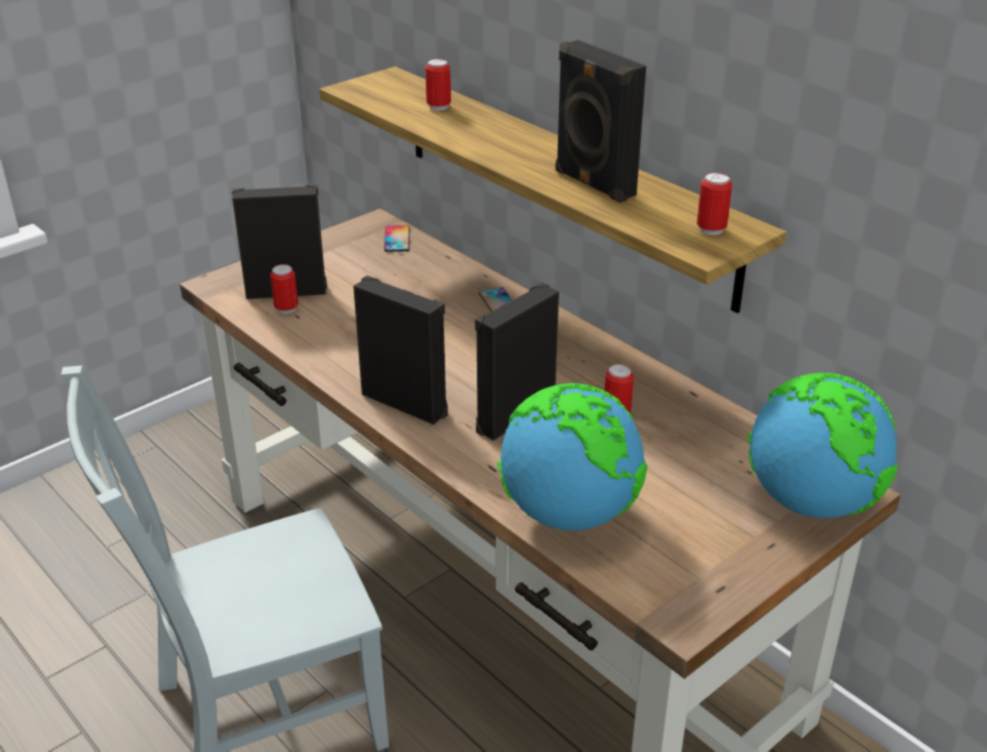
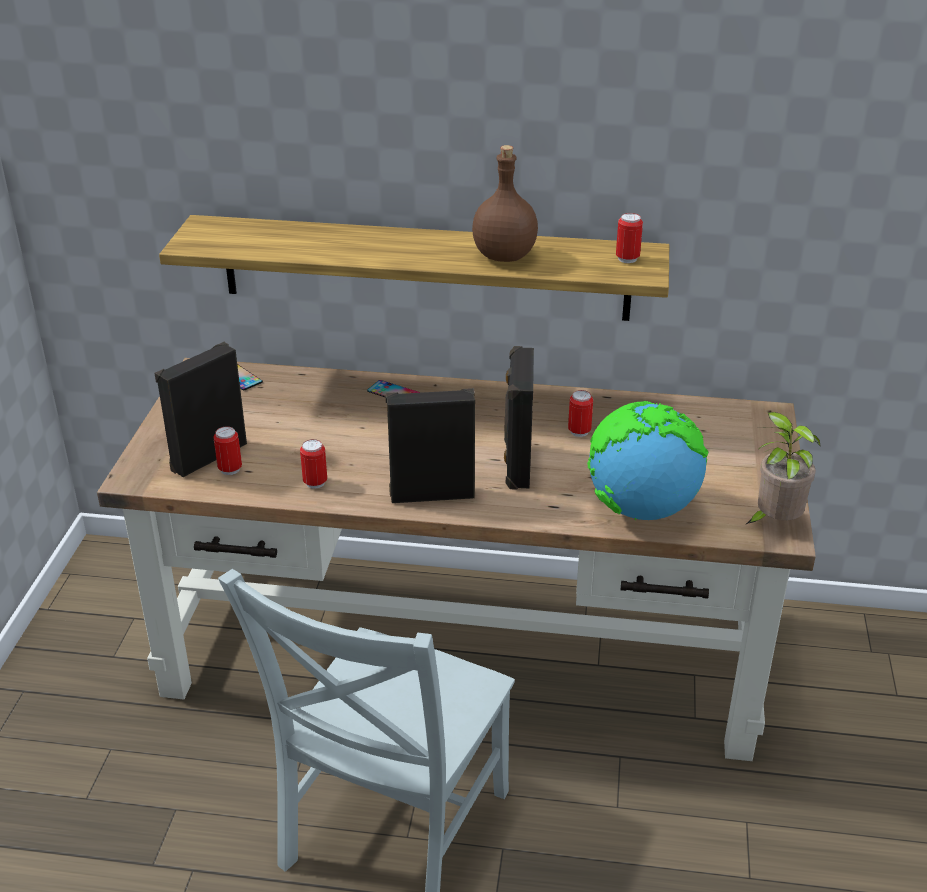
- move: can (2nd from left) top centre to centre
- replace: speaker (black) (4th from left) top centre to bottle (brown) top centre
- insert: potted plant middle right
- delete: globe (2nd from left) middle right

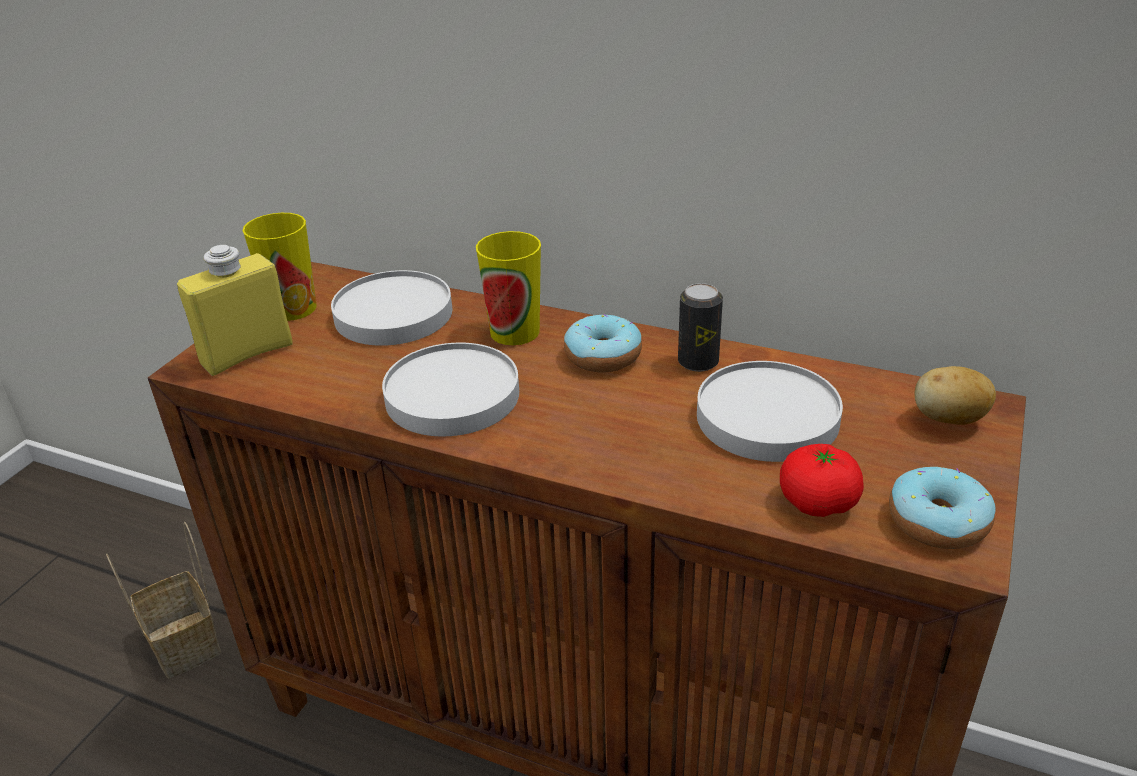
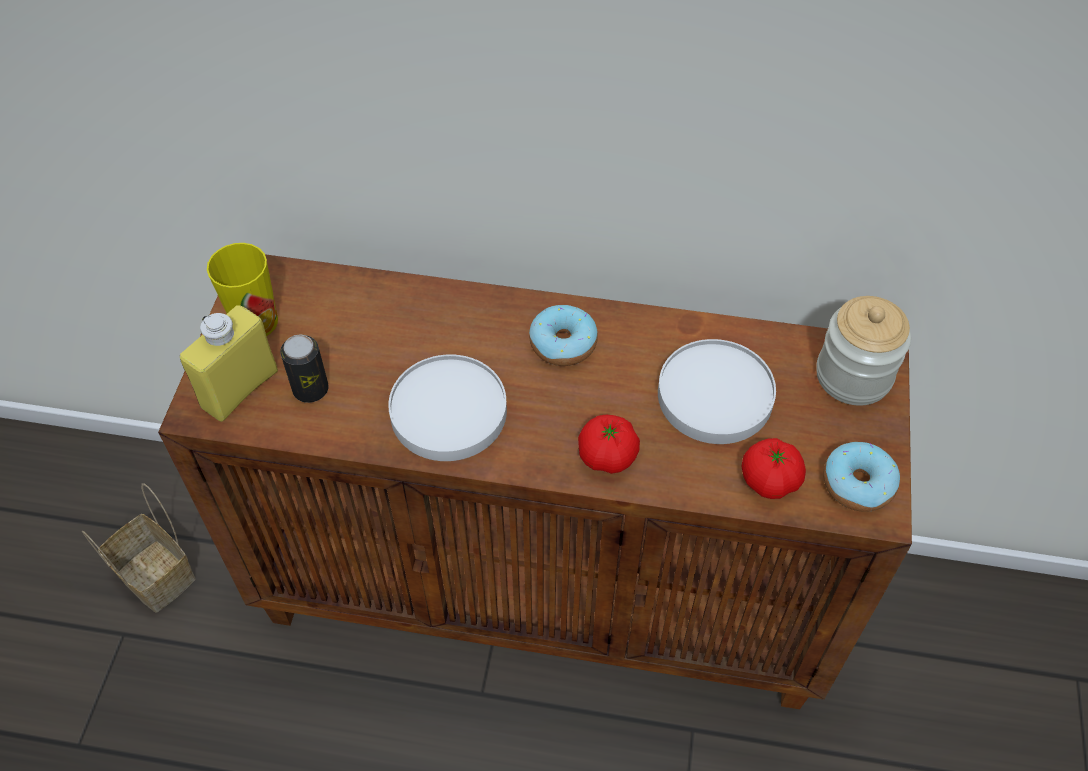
- move: can centre to middle left
- insert: tomato (1st from left) centre
- replace: potato middle right to jar middle right
- delete: plate (white) (1st from left) centre
- delete: cup (2nd from left) centre

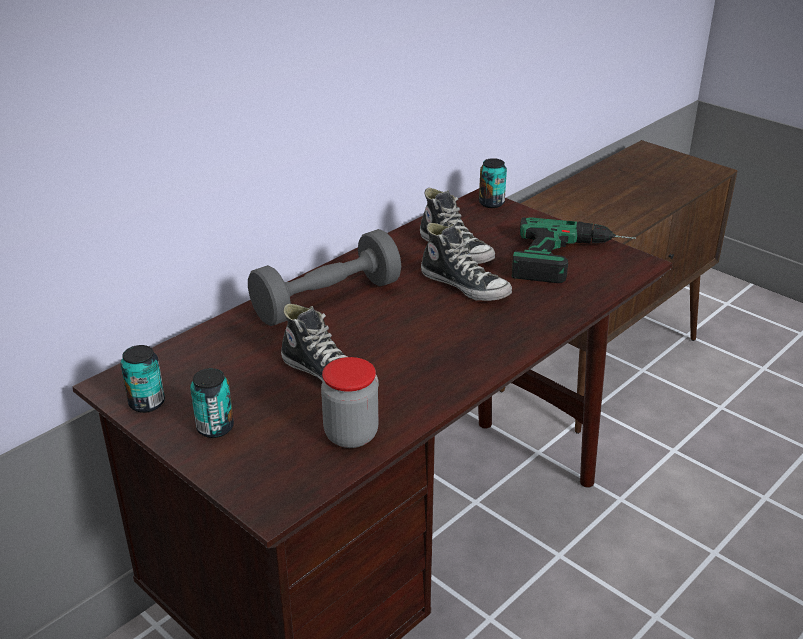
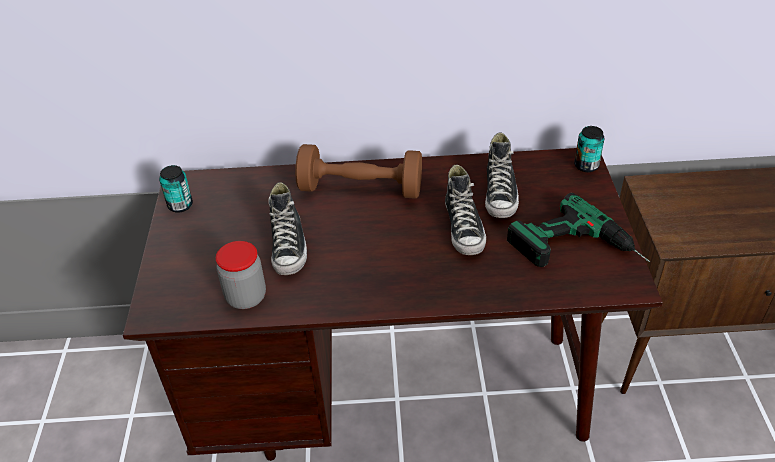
- recolor: dumbbell (grey) centre to dumbbell (brown) centre
- delete: can (2nd from left) middle left

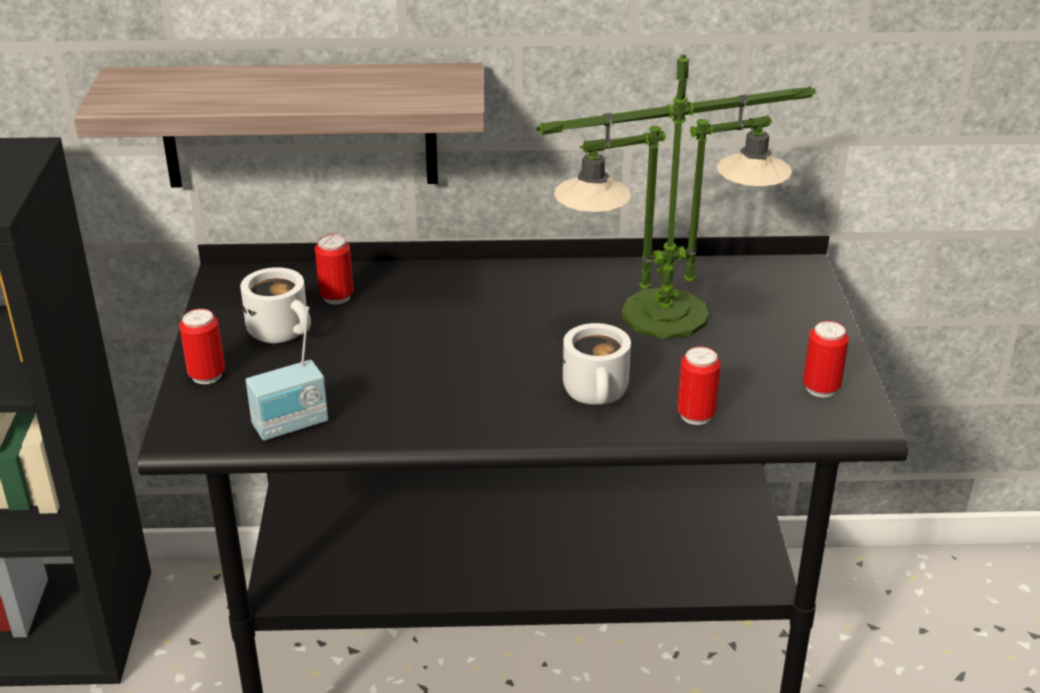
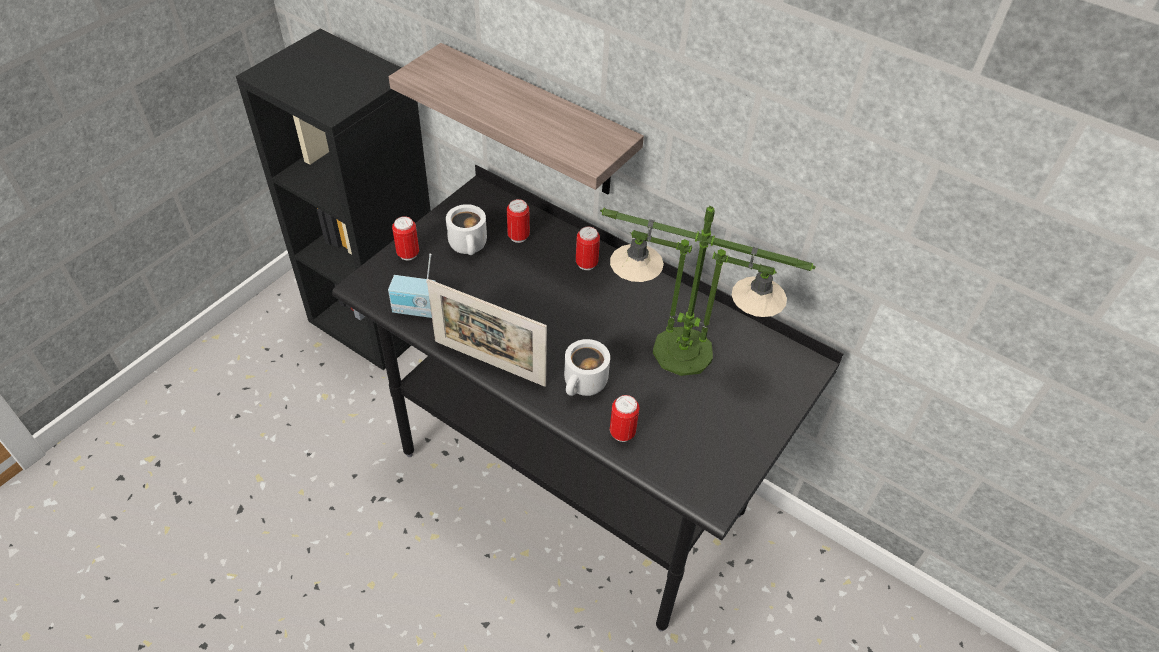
- insert: picture frame centre
- move: can (4th from left in the first image) middle right to can (3rd from left) centre

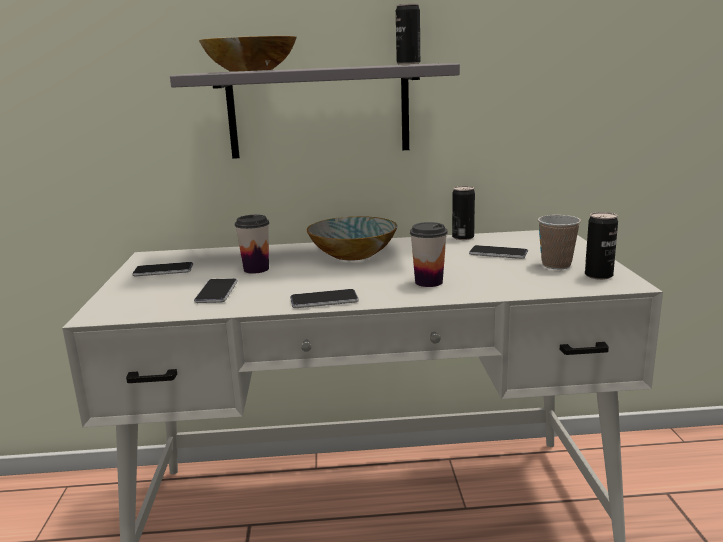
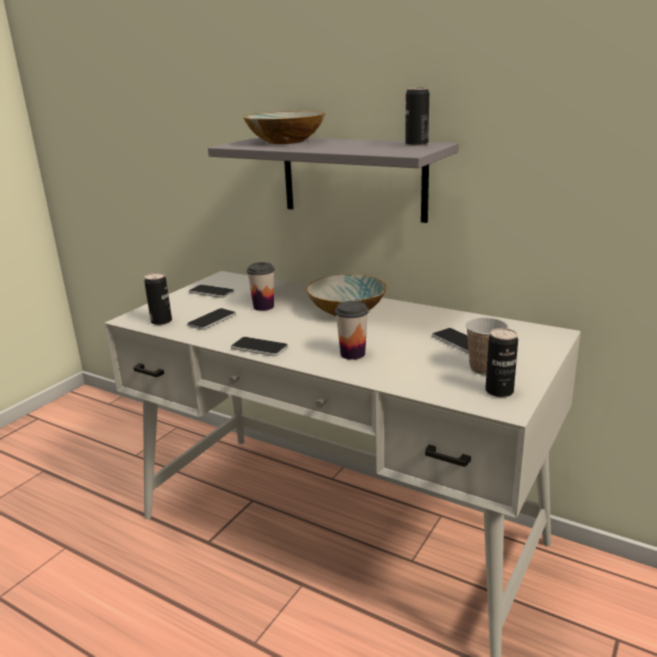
- move: can (2nd from left in the first image) centre to can (1st from left) middle left

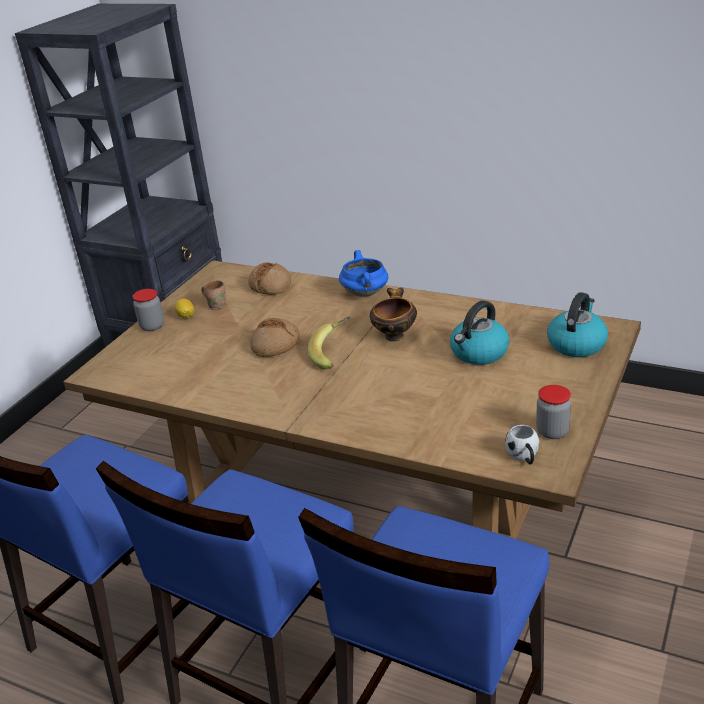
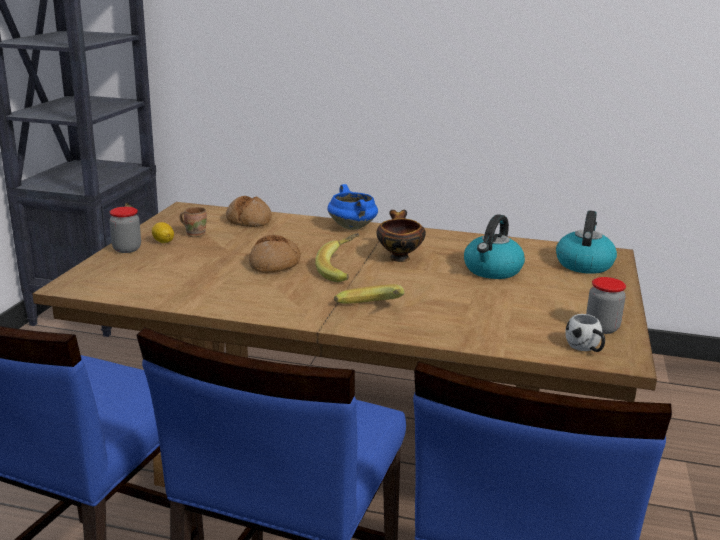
- insert: banana (2nd from left) centre

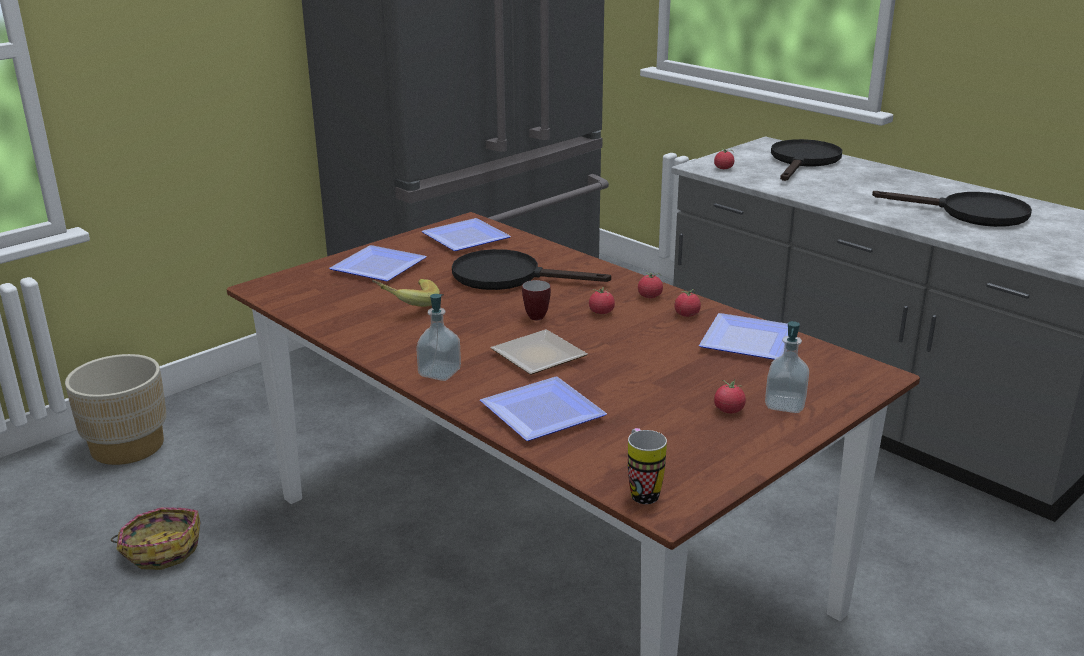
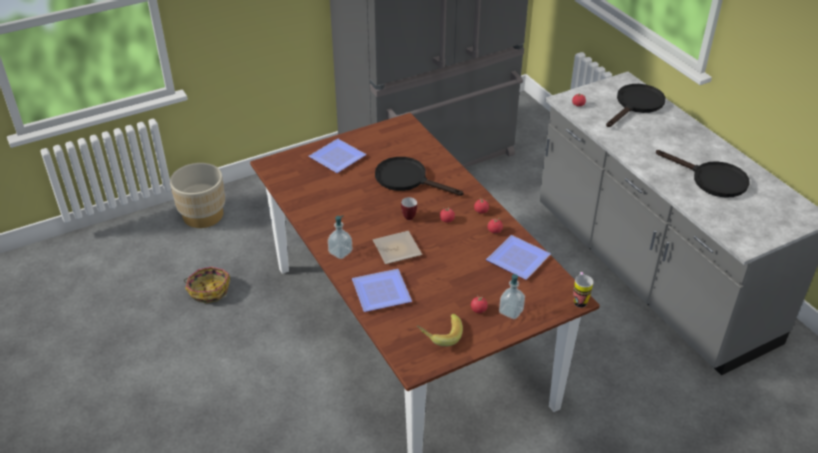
- move: banana centre to bottom centre
- move: mug (2nd from left) bottom centre to middle right
- delete: plate (2nd from left) centre

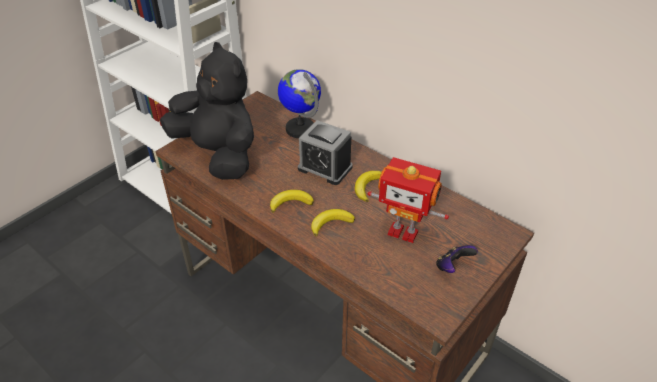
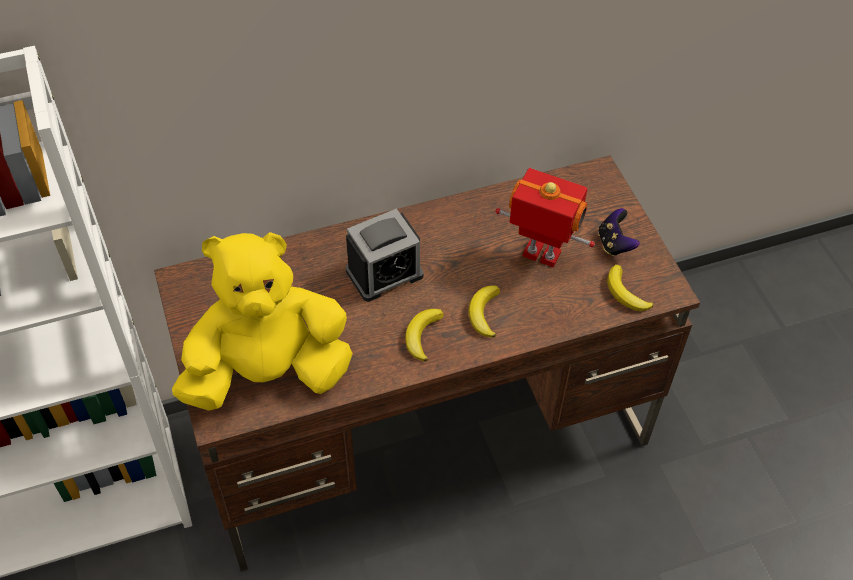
- recolor: plush toy (black) top left to plush toy (yellow) middle left
- rotate: toy robot centre = centre 120 degrees counterclockwise
- move: banana (3rd from left) centre to middle right
- delete: globe top centre

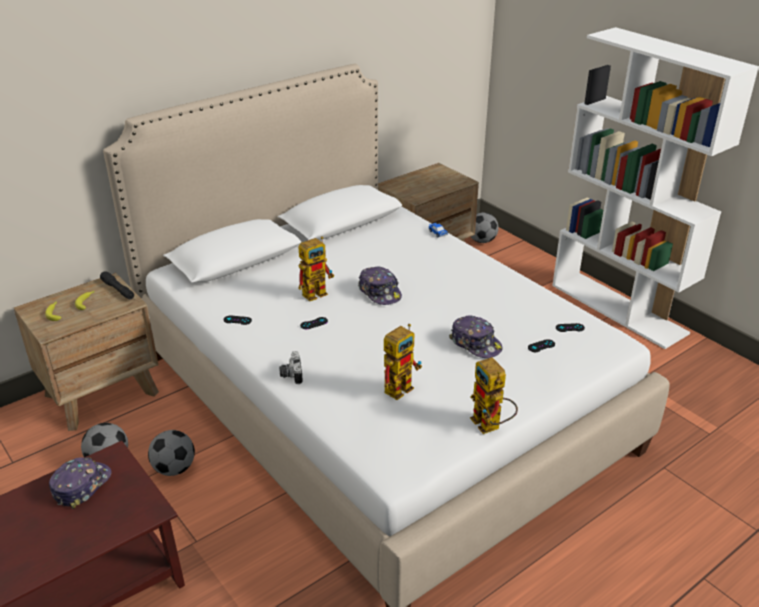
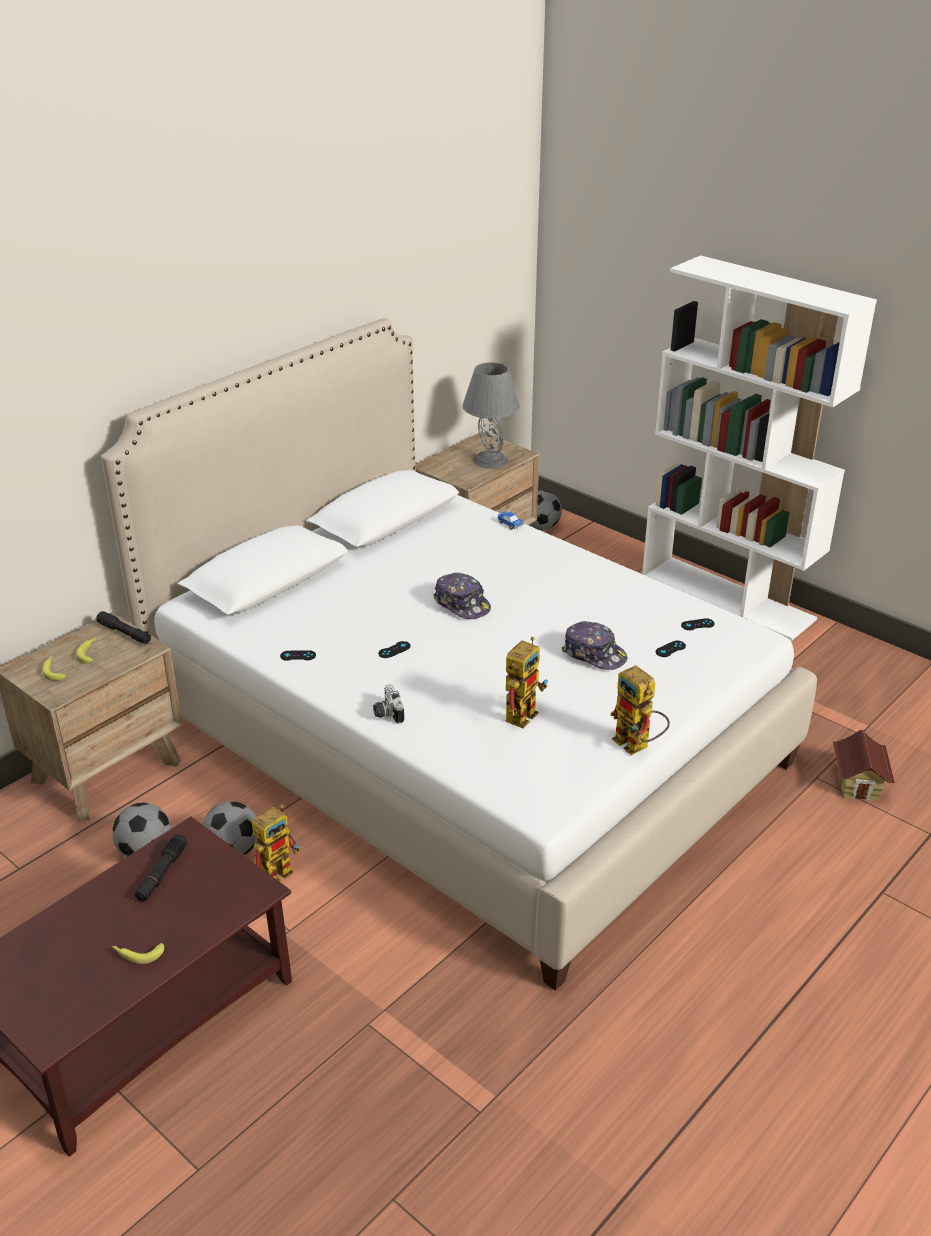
- insert: banana (3rd from left) bottom left
- replace: cap (1st from left) bottom left to flashlight (black) (2nd from left) bottom left
- move: toy robot (1st from left) centre to bottom left
- insert: table lamp (grey) centre
- insert: toy house middle right

